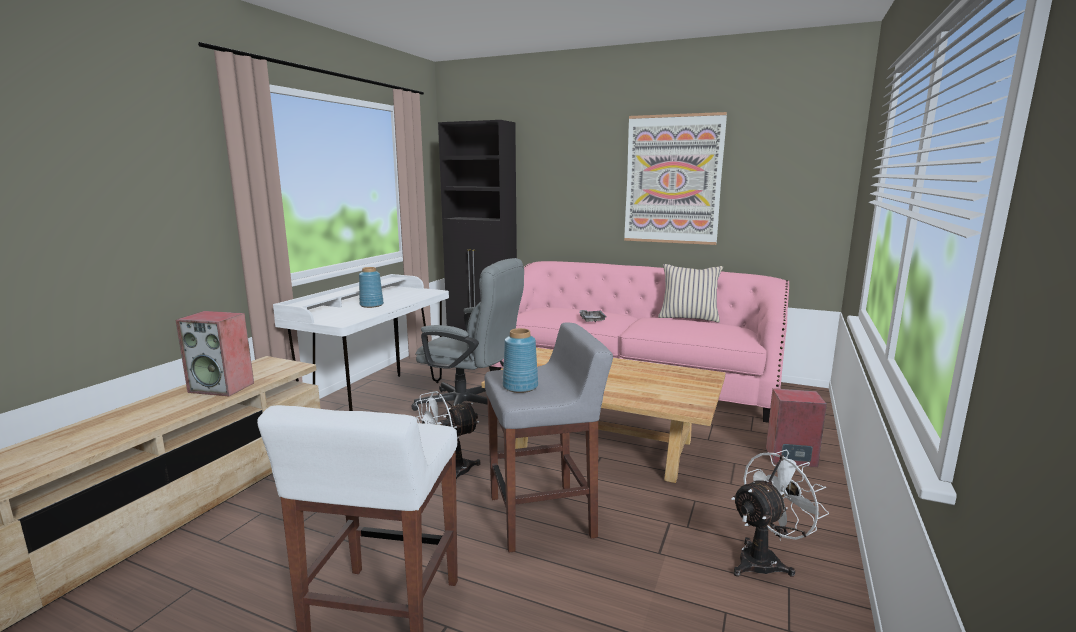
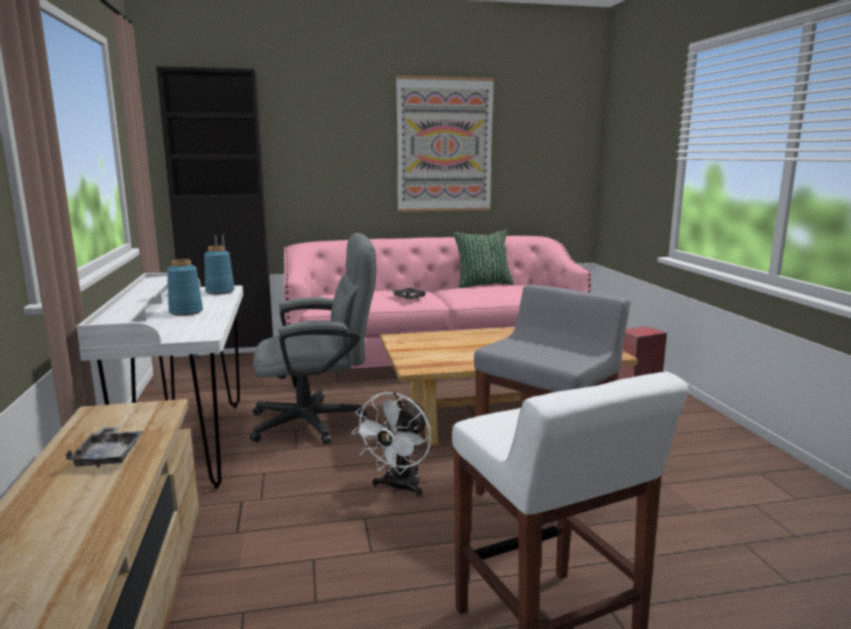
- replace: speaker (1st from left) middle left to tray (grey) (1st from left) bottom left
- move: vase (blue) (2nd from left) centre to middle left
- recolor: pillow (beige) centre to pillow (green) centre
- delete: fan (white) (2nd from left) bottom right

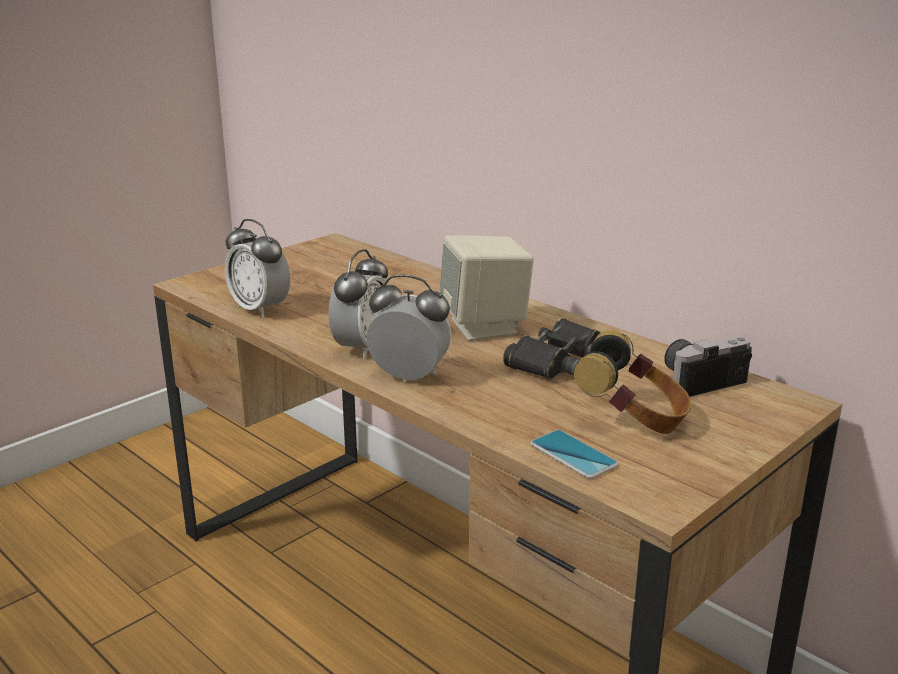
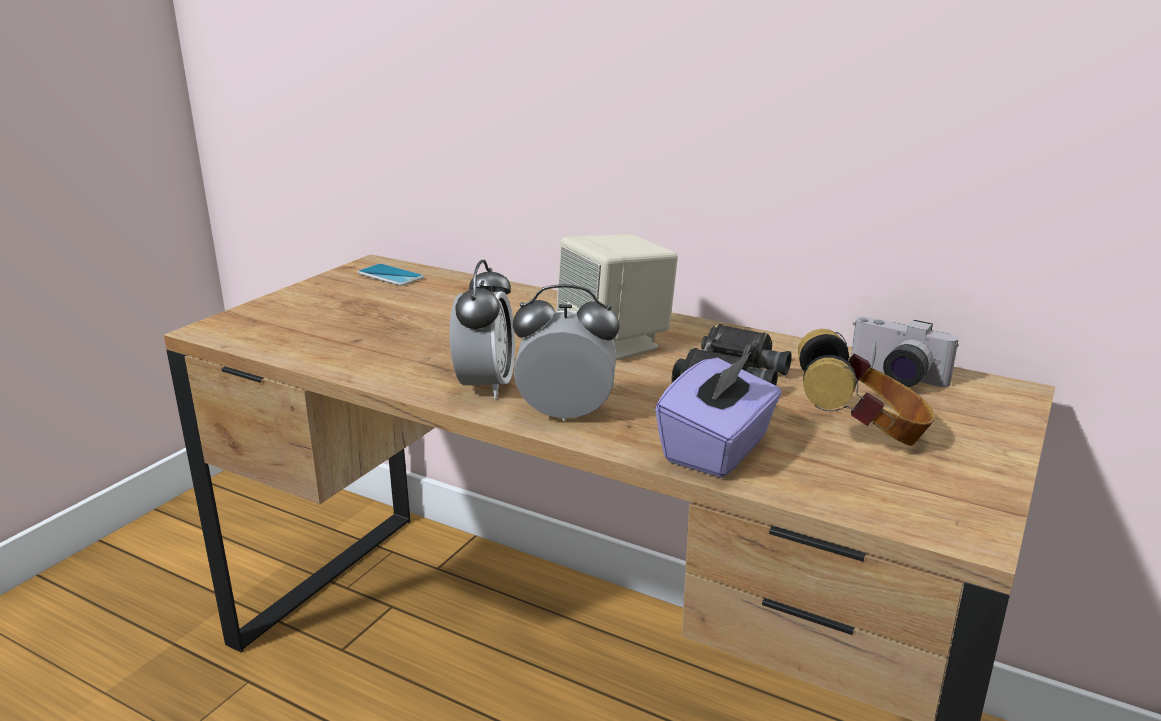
- move: phone bottom centre to centre
- insert: tissue box (purple) centre
- rotate: photo camera middle right = middle right 105 degrees counterclockwise
- delete: alarm clock (1st from left) middle left

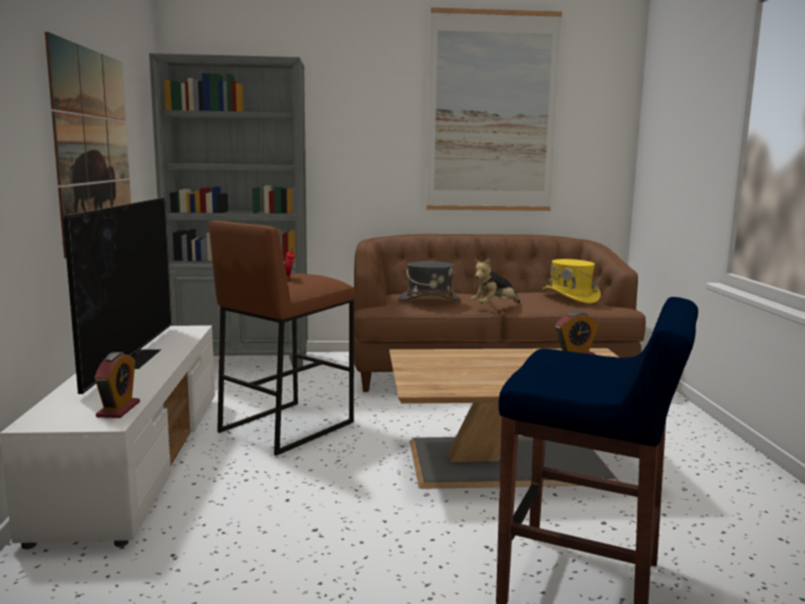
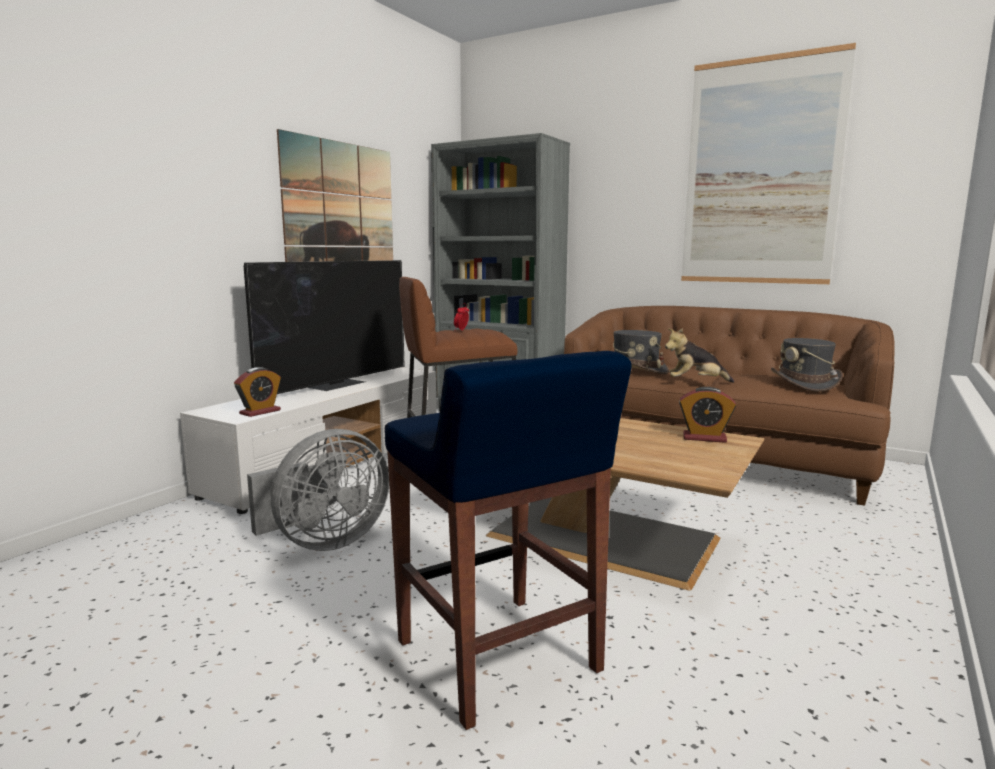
- insert: fan (grey) middle left
- recolor: hat (yellow) middle right to hat (grey) (2nd from left) middle right

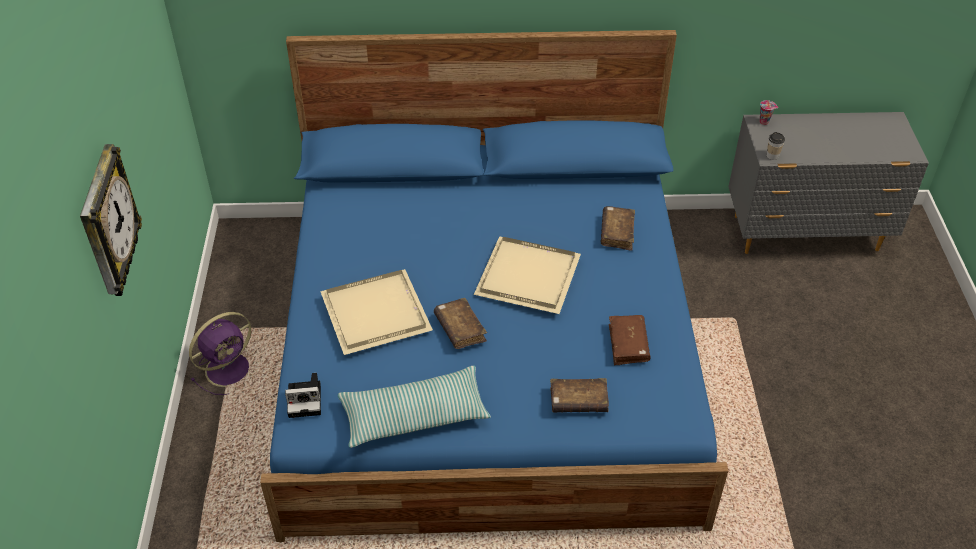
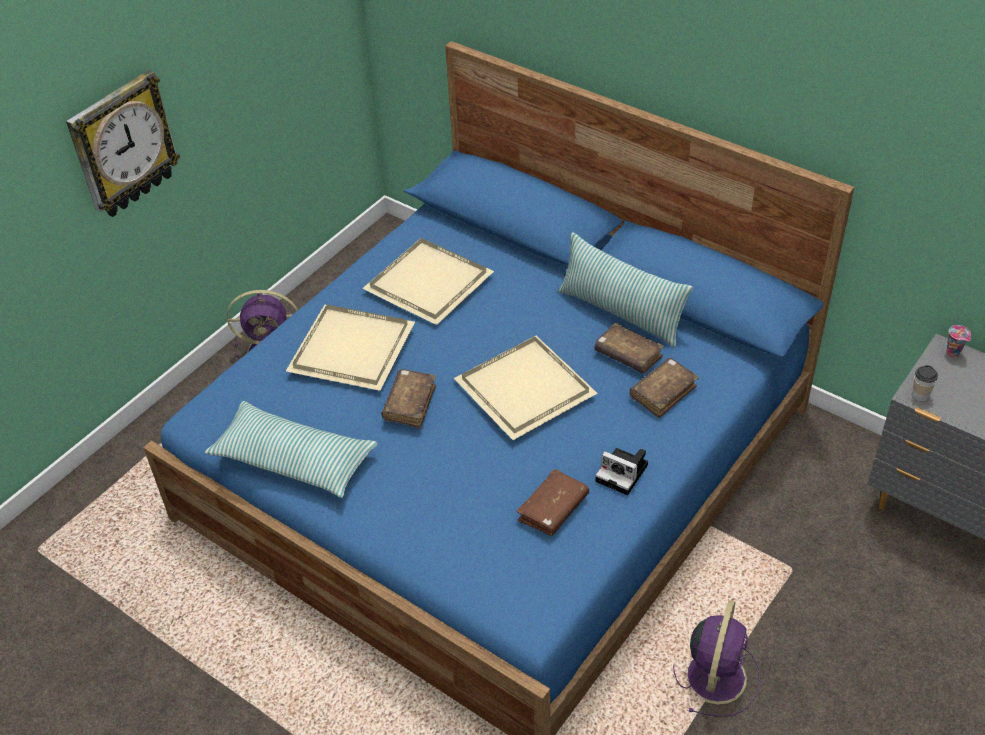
- insert: tray (beige) (2nd from left) centre
- insert: pillow (2nd from left) centre
- move: book (brown) (2nd from left in the first image) bottom centre to book (brown) (3rd from left) centre
- move: photo camera bottom left to centre
- insert: fan (purple) (2nd from left) bottom right

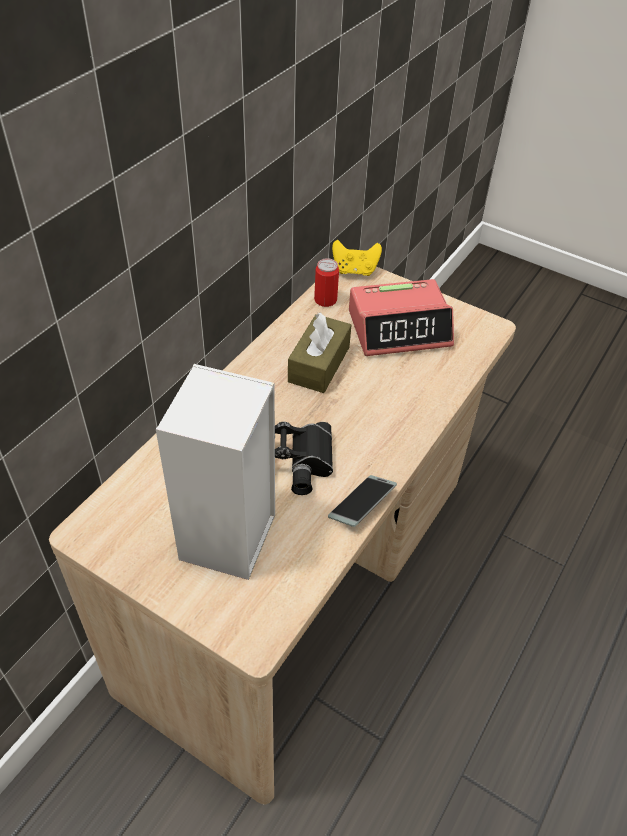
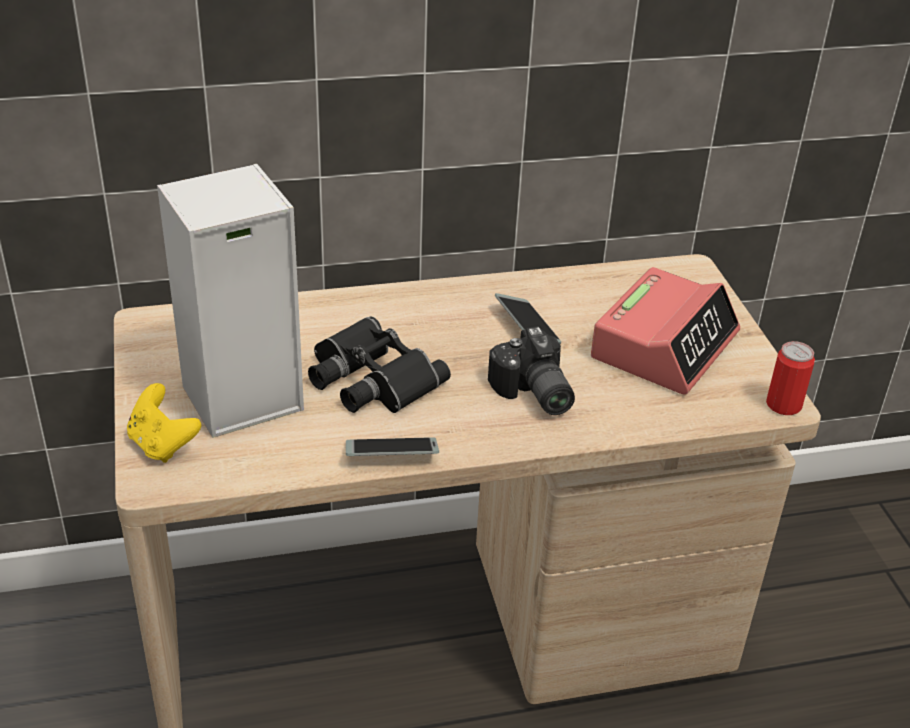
- move: game controller (yellow) top centre to middle left
- insert: photo camera centre
- replace: tissue box (brown) centre to phone (2nd from left) centre
- rotate: alarm clock centre = middle right 90 degrees counterclockwise
- move: can centre to middle right

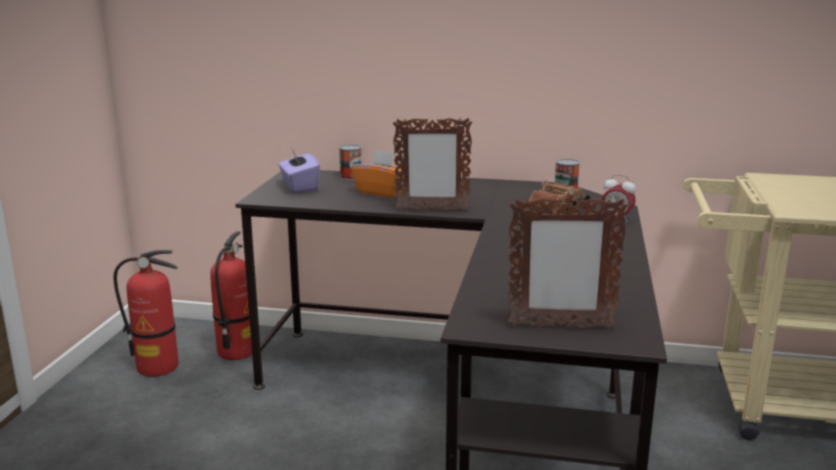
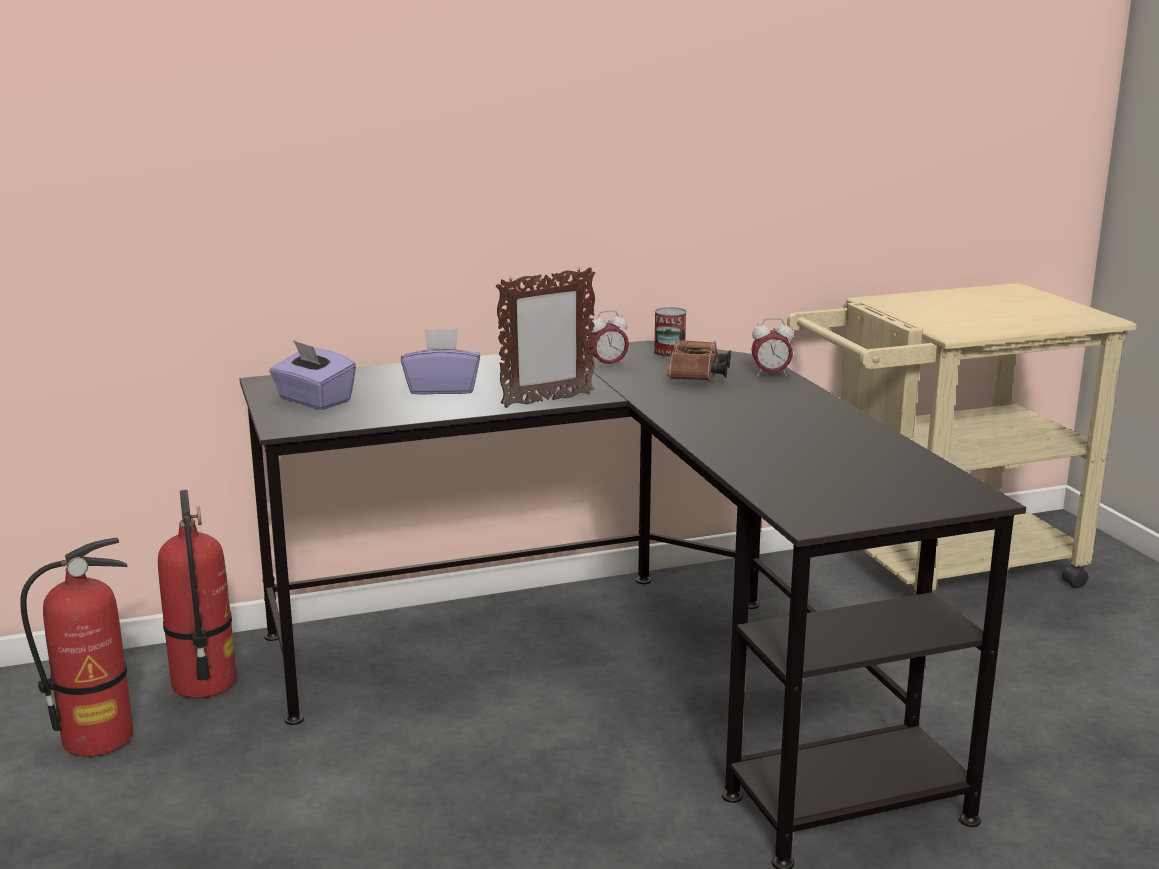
- recolor: tissue box (orange) centre to tissue box (purple) (2nd from left) centre
- insert: alarm clock (1st from left) centre
- delete: can (1st from left) centre
- delete: picture frame (2nd from left) middle right

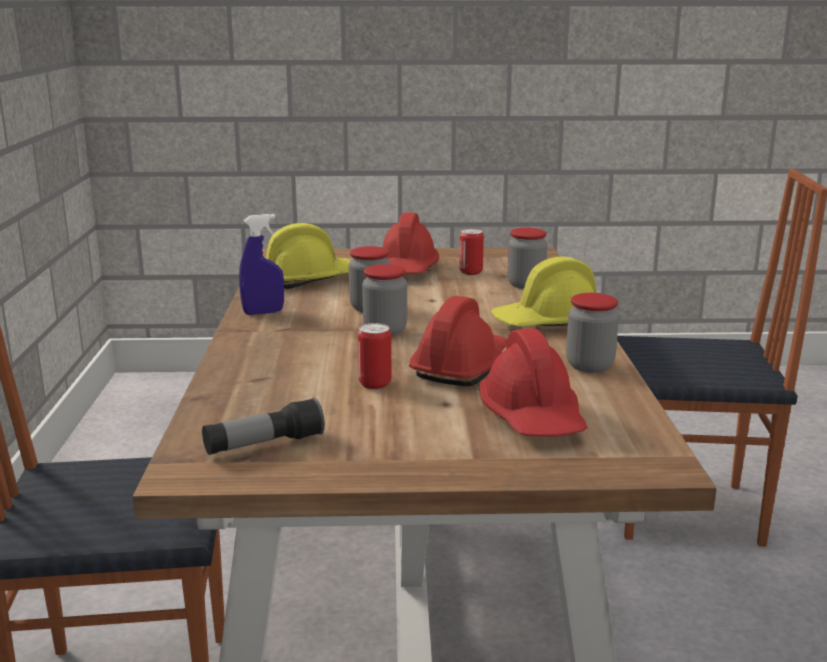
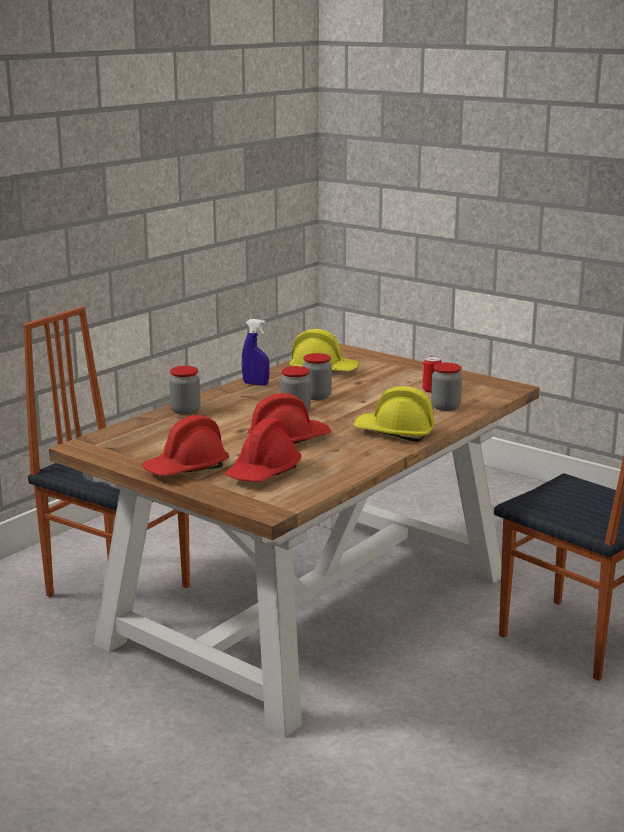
- move: hard hat (red) (1st from left) centre to middle left
- move: jar (4th from left in the first image) middle right to jar (1st from left) middle left
- delete: flashlight middle left
- delete: can (1st from left) centre

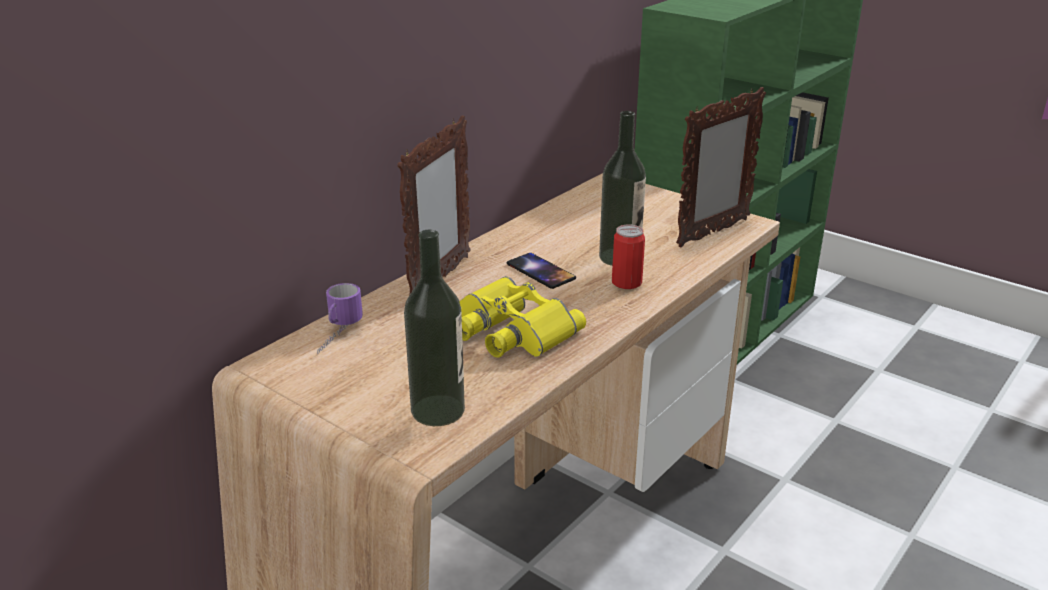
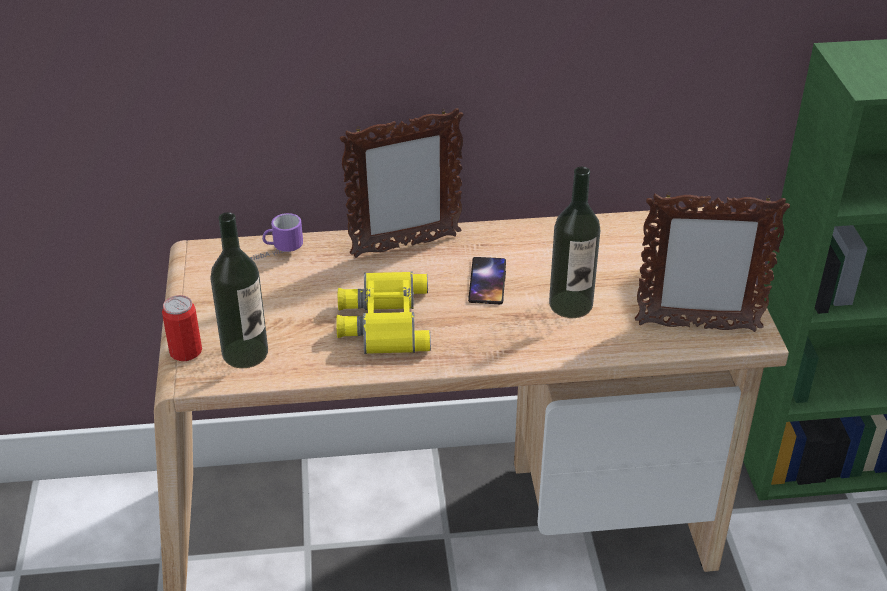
- move: can centre to middle left

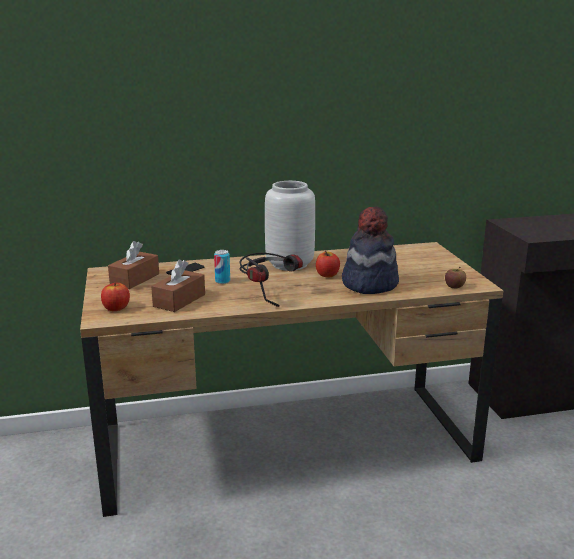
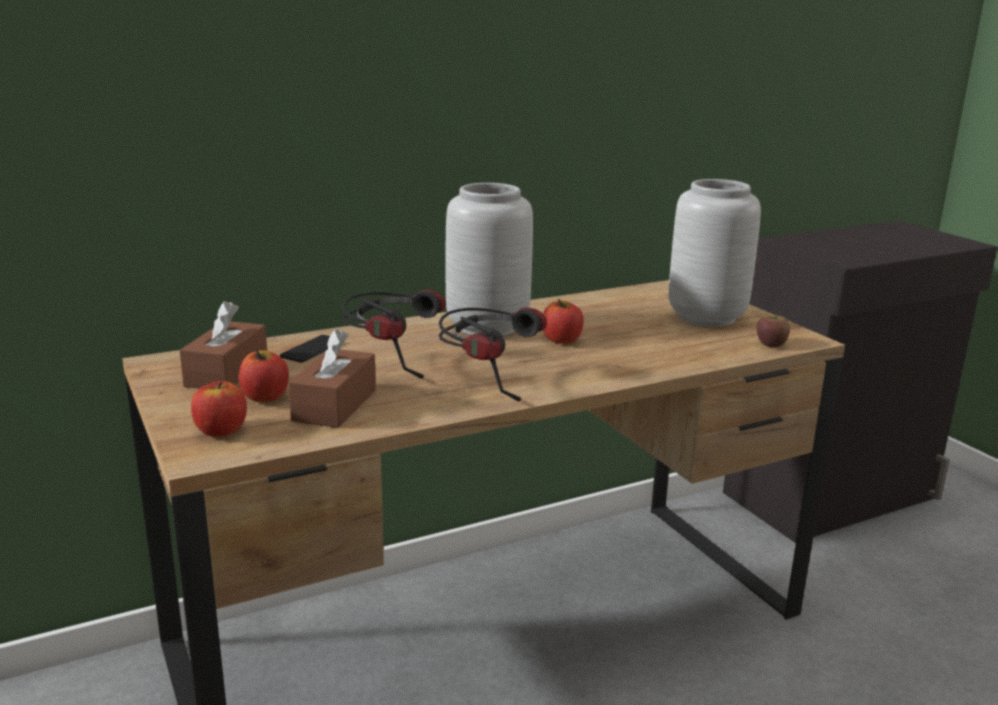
- insert: apple (2nd from left) middle left
- replace: can centre to headphones (1st from left) centre
- insert: vase (grey) (2nd from left) middle right
- delete: hat centre

